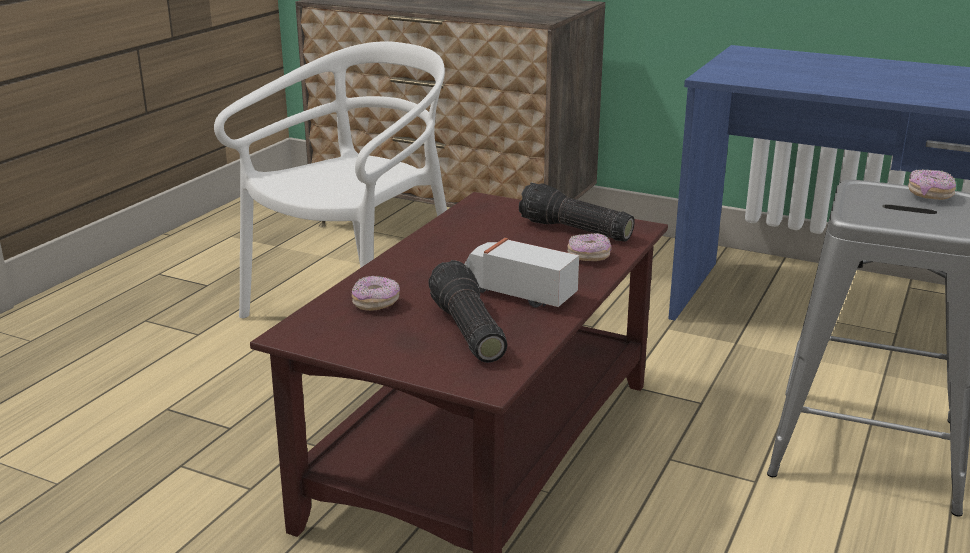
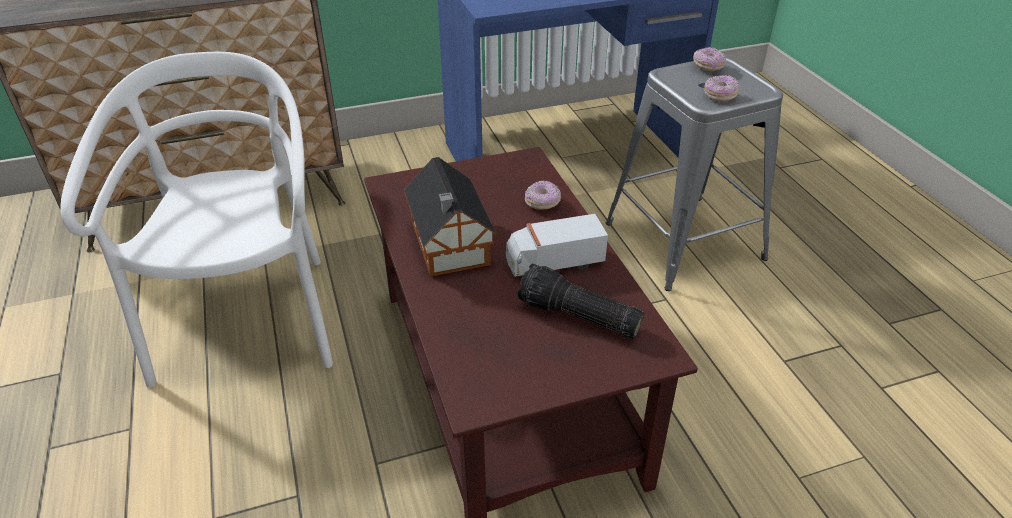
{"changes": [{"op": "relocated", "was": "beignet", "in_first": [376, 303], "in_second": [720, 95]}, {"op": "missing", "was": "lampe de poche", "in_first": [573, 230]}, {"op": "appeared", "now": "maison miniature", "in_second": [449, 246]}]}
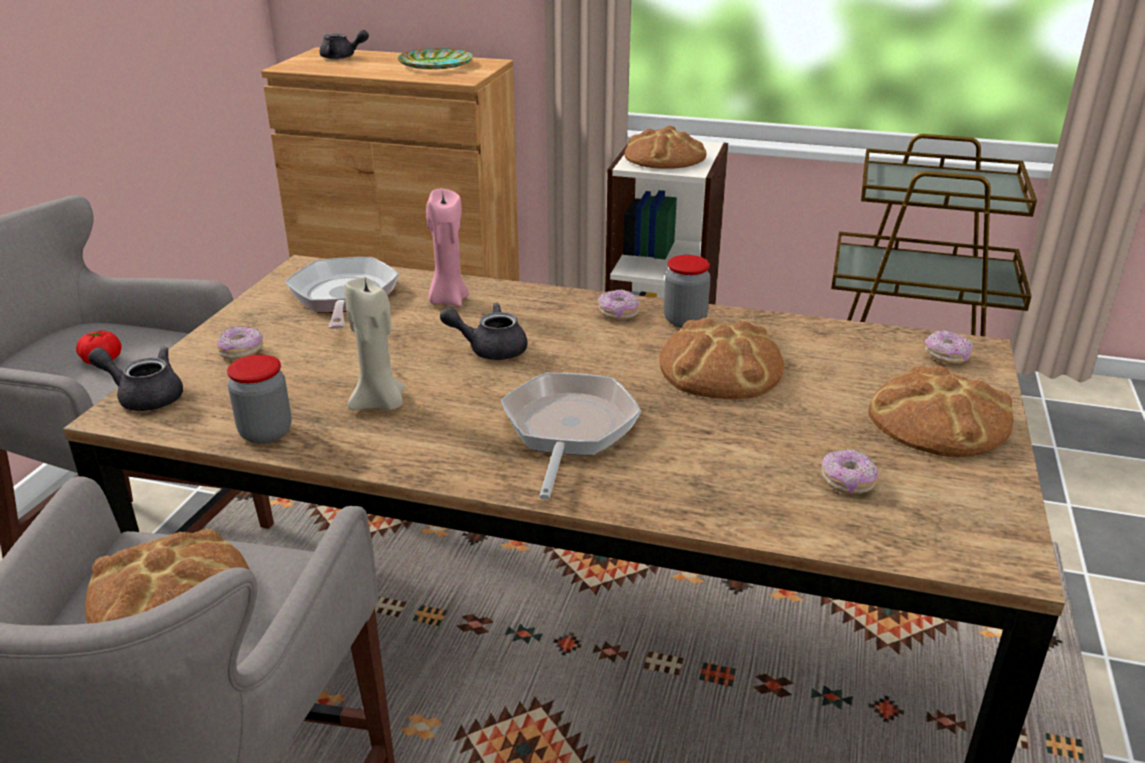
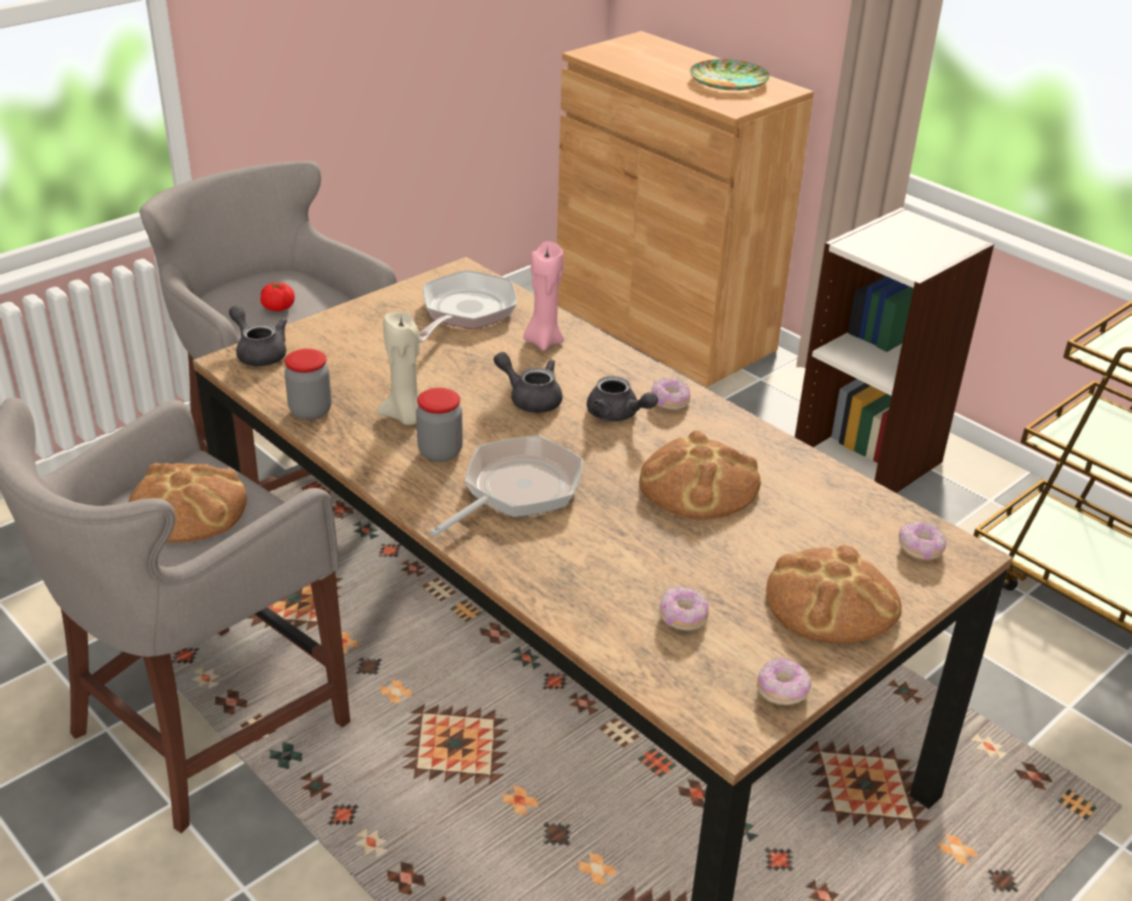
{"changes": [{"op": "relocated", "was": "beignet", "in_first": [242, 352], "in_second": [782, 691]}, {"op": "relocated", "was": "théière/gris", "in_first": [342, 57], "in_second": [617, 415]}, {"op": "missing", "was": "pain", "in_first": [664, 157]}, {"op": "relocated", "was": "bocal", "in_first": [685, 320], "in_second": [440, 452]}]}
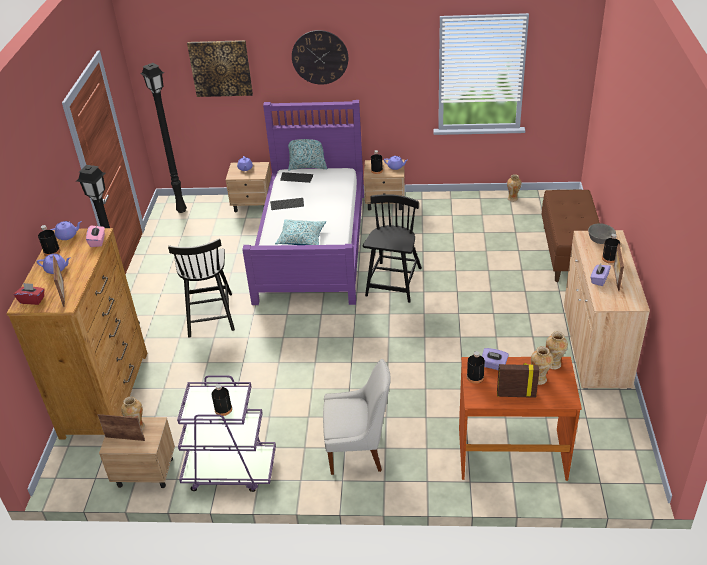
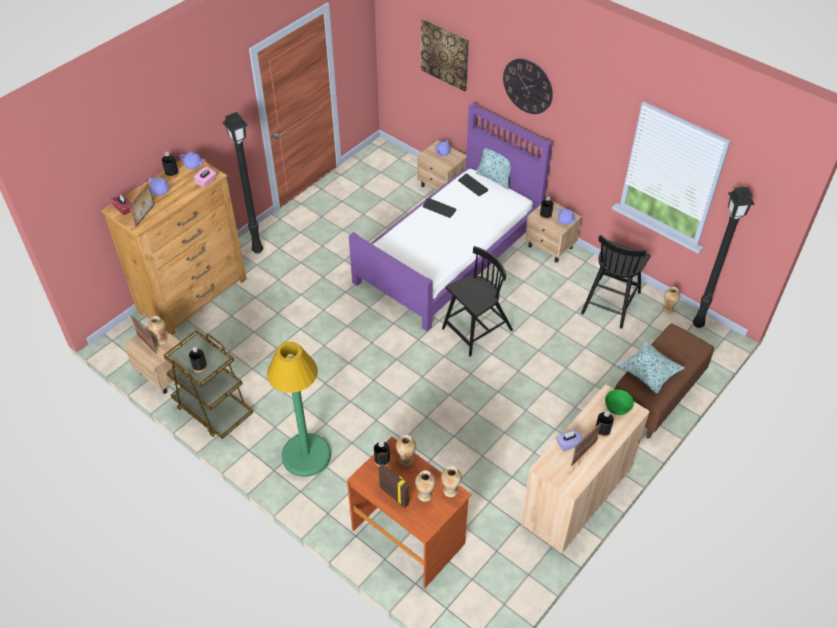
{"changes": [{"op": "relocated", "was": "lampadaire/noir", "in_first": [182, 210], "in_second": [699, 324]}, {"op": "relocated", "was": "chaise/noir", "in_first": [210, 314], "in_second": [611, 302]}, {"op": "colour", "was": "chariot/violet", "now": "chariot/marron", "in_first": [229, 470], "in_second": [213, 410]}, {"op": "relocated", "was": "coussin", "in_first": [301, 238], "in_second": [650, 371]}, {"op": "exchanged", "was": "chaise/blanc", "now": "lampadaire/vert", "in_first": [358, 451], "in_second": [306, 455]}, {"op": "exchanged", "was": "boîte à mouchoirs/violet", "now": "vase", "in_first": [493, 365], "in_second": [406, 460]}, {"op": "colour", "was": "bol/gris", "now": "bol/vert", "in_first": [600, 239], "in_second": [617, 407]}]}
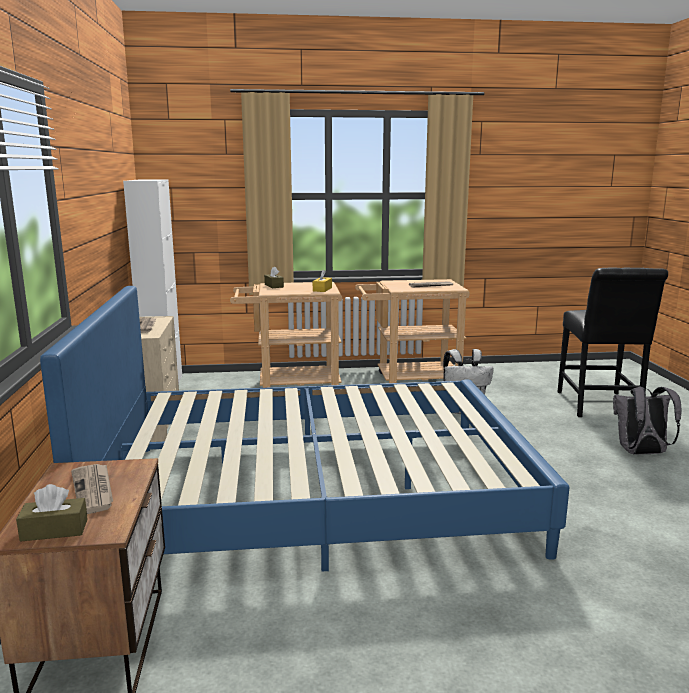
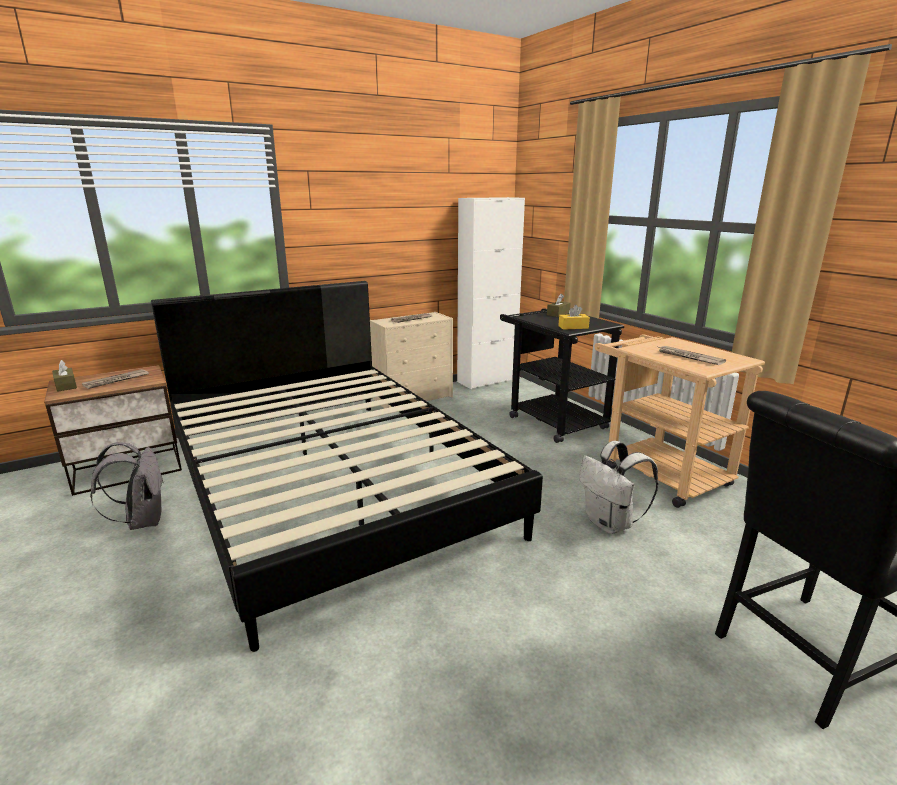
{"changes": [{"op": "colour", "was": "lit/bleu", "now": "lit/noir", "in_first": [314, 494], "in_second": [332, 486]}, {"op": "colour", "was": "chariot/beige", "now": "chariot/noir", "in_first": [290, 386], "in_second": [551, 420]}, {"op": "relocated", "was": "sac à dos/gris", "in_first": [641, 453], "in_second": [142, 521]}]}
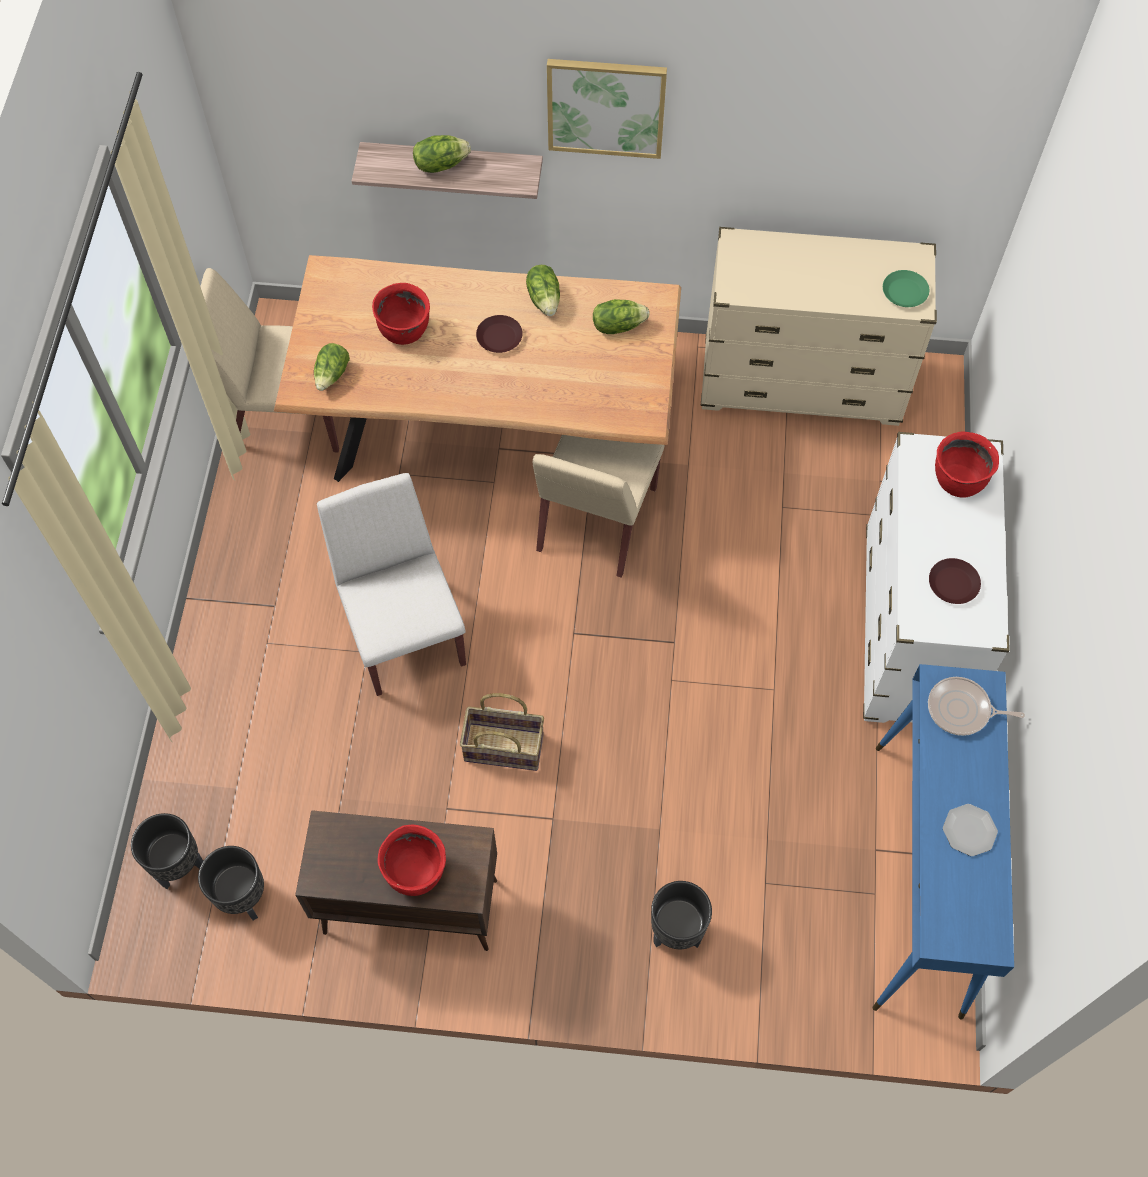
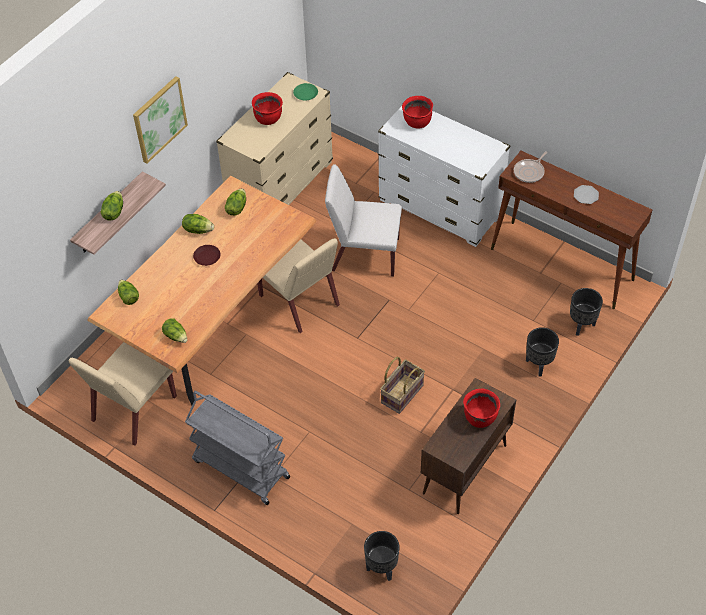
{"changes": [{"op": "relocated", "was": "cache-pot/noir", "in_first": [243, 898], "in_second": [581, 326]}, {"op": "relocated", "was": "chaise/blanc", "in_first": [403, 630], "in_second": [364, 254]}, {"op": "relocated", "was": "marmite/rouge", "in_first": [405, 331], "in_second": [268, 118]}, {"op": "colour", "was": "table console/bleu", "now": "table console/marron", "in_first": [918, 878], "in_second": [562, 264]}, {"op": "missing", "was": "assiette/marron", "in_first": [953, 584]}, {"op": "appeared", "now": "laitue", "in_second": [128, 297]}, {"op": "appeared", "now": "chariot/gris", "in_second": [240, 469]}]}
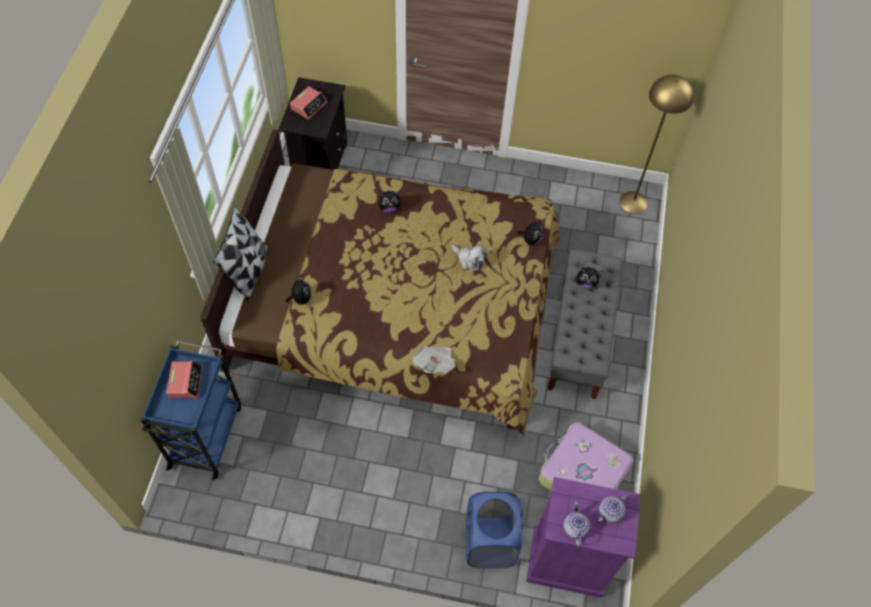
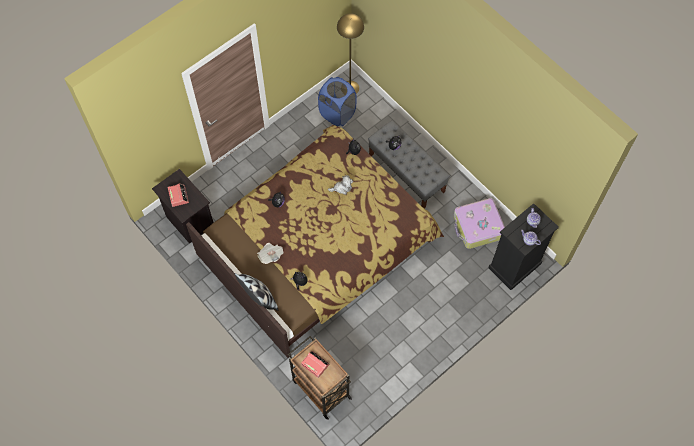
{"changes": [{"op": "colour", "was": "chariot/bleu", "now": "chariot/marron", "in_first": [206, 434], "in_second": [320, 388]}, {"op": "relocated", "was": "journal", "in_first": [435, 364], "in_second": [270, 255]}, {"op": "relocated", "was": "panier à linge/bleu", "in_first": [489, 543], "in_second": [337, 113]}, {"op": "colour", "was": "commode/violet", "now": "commode/noir", "in_first": [566, 562], "in_second": [514, 266]}]}
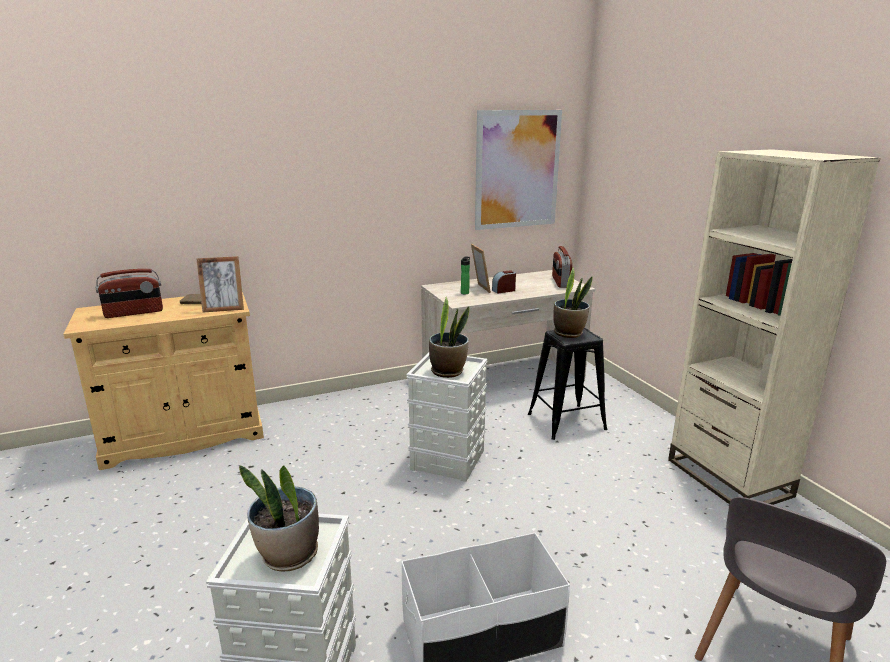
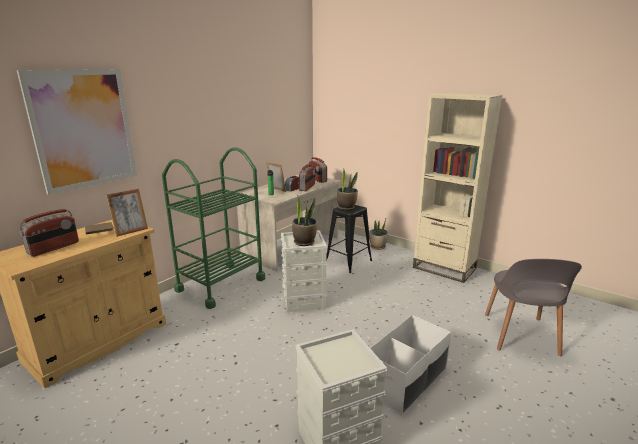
{"changes": [{"op": "relocated", "was": "plante en pot", "in_first": [289, 555], "in_second": [377, 247]}, {"op": "relocated", "was": "tableau", "in_first": [517, 170], "in_second": [83, 129]}, {"op": "appeared", "now": "chariot/vert", "in_second": [221, 284]}, {"op": "appeared", "now": "radio", "in_second": [307, 187]}]}
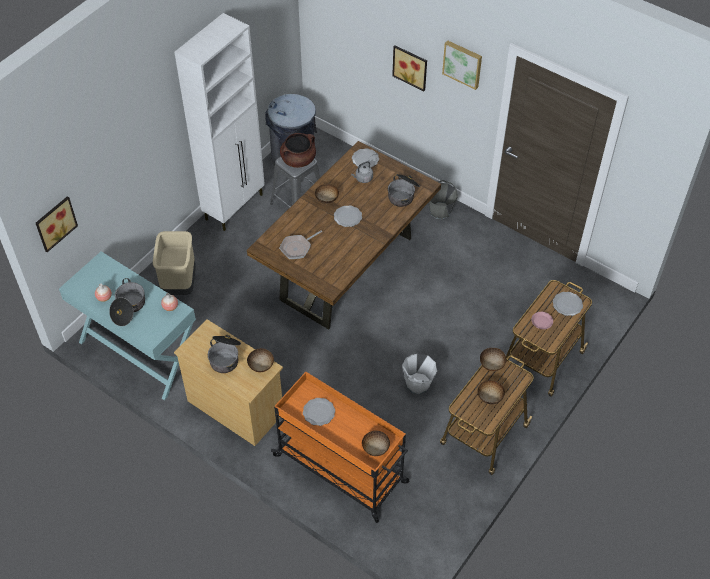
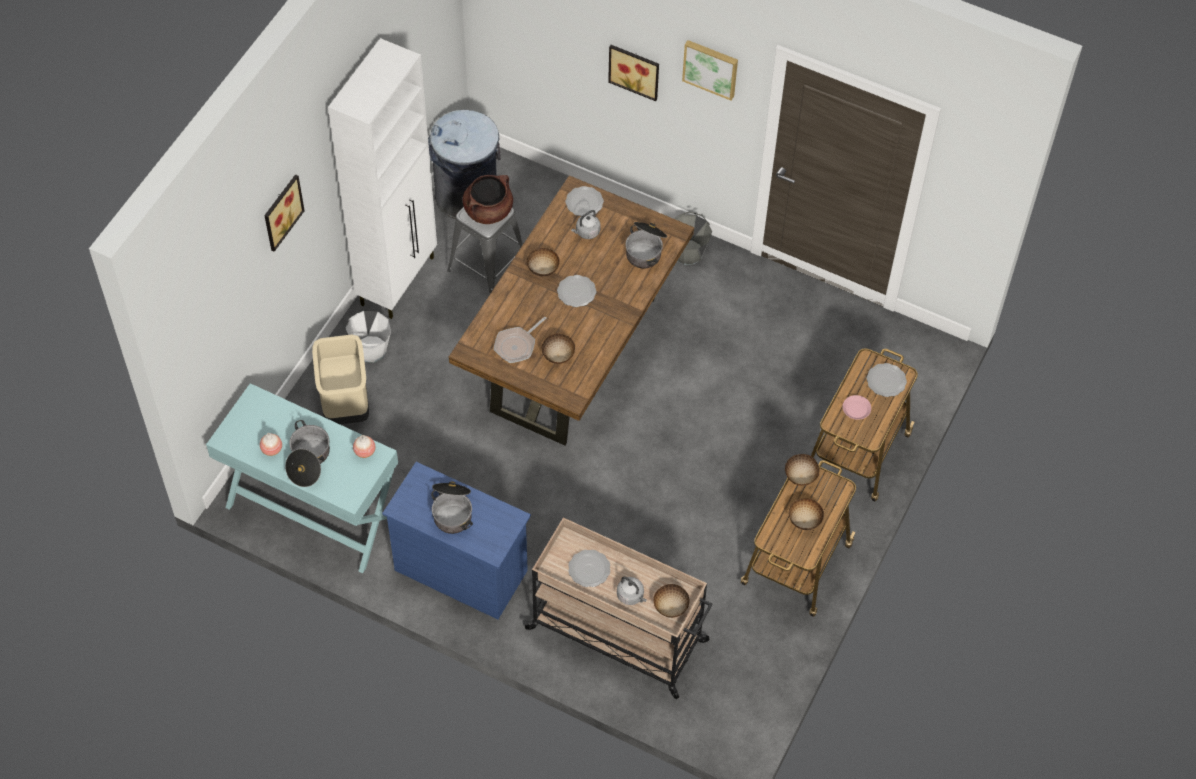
{"changes": [{"op": "relocated", "was": "tableau", "in_first": [54, 223], "in_second": [281, 211]}, {"op": "colour", "was": "commode/beige", "now": "commode/bleu", "in_first": [235, 407], "in_second": [460, 570]}, {"op": "relocated", "was": "bol", "in_first": [261, 366], "in_second": [558, 356]}, {"op": "colour", "was": "chariot/orange", "now": "chariot/beige", "in_first": [342, 469], "in_second": [619, 635]}, {"op": "relocated", "was": "seau/blanc", "in_first": [417, 384], "in_second": [370, 349]}, {"op": "appeared", "now": "bouilloire/gris", "in_second": [631, 596]}]}
